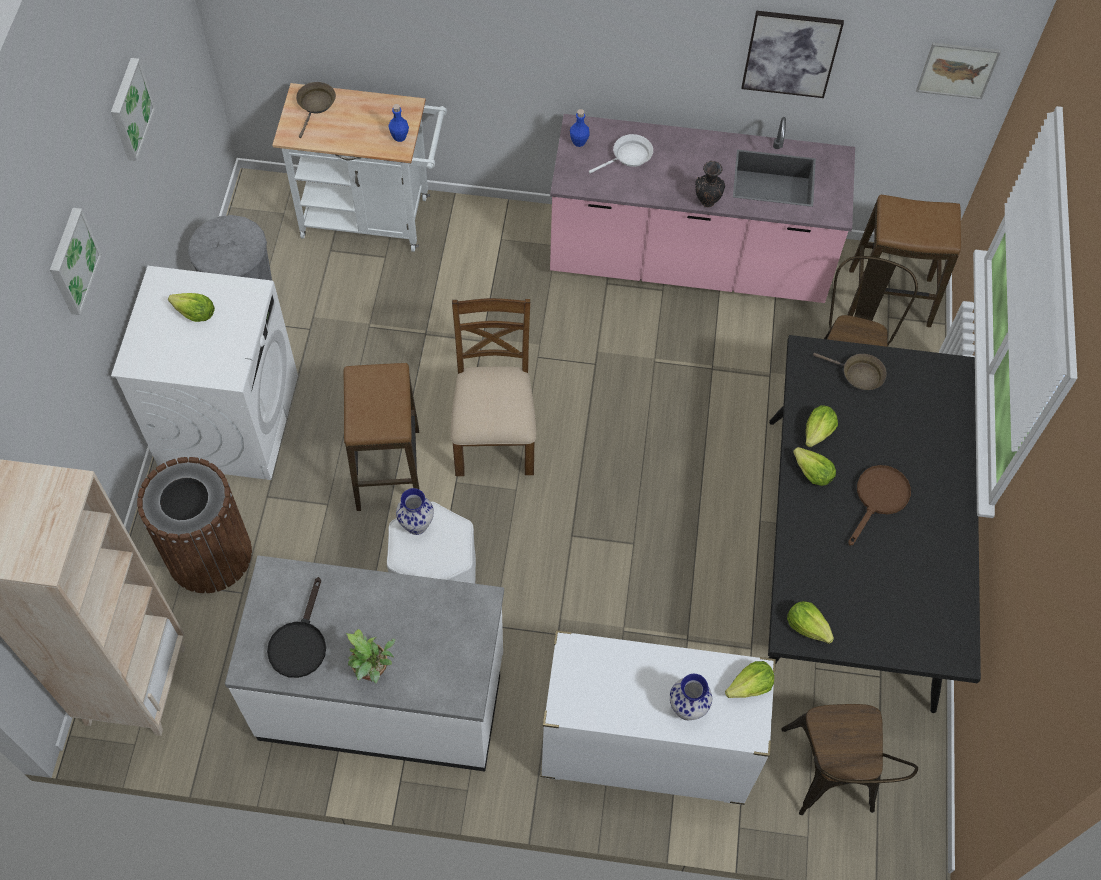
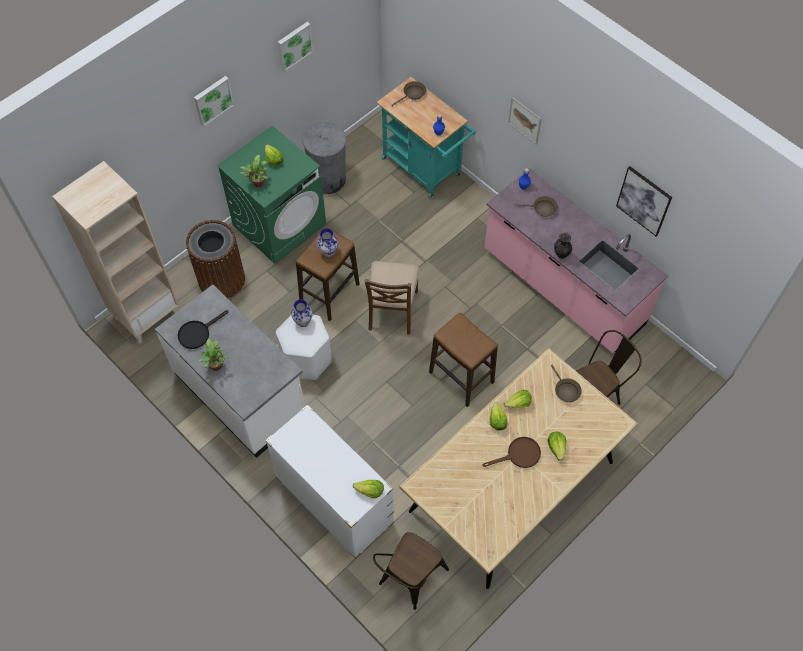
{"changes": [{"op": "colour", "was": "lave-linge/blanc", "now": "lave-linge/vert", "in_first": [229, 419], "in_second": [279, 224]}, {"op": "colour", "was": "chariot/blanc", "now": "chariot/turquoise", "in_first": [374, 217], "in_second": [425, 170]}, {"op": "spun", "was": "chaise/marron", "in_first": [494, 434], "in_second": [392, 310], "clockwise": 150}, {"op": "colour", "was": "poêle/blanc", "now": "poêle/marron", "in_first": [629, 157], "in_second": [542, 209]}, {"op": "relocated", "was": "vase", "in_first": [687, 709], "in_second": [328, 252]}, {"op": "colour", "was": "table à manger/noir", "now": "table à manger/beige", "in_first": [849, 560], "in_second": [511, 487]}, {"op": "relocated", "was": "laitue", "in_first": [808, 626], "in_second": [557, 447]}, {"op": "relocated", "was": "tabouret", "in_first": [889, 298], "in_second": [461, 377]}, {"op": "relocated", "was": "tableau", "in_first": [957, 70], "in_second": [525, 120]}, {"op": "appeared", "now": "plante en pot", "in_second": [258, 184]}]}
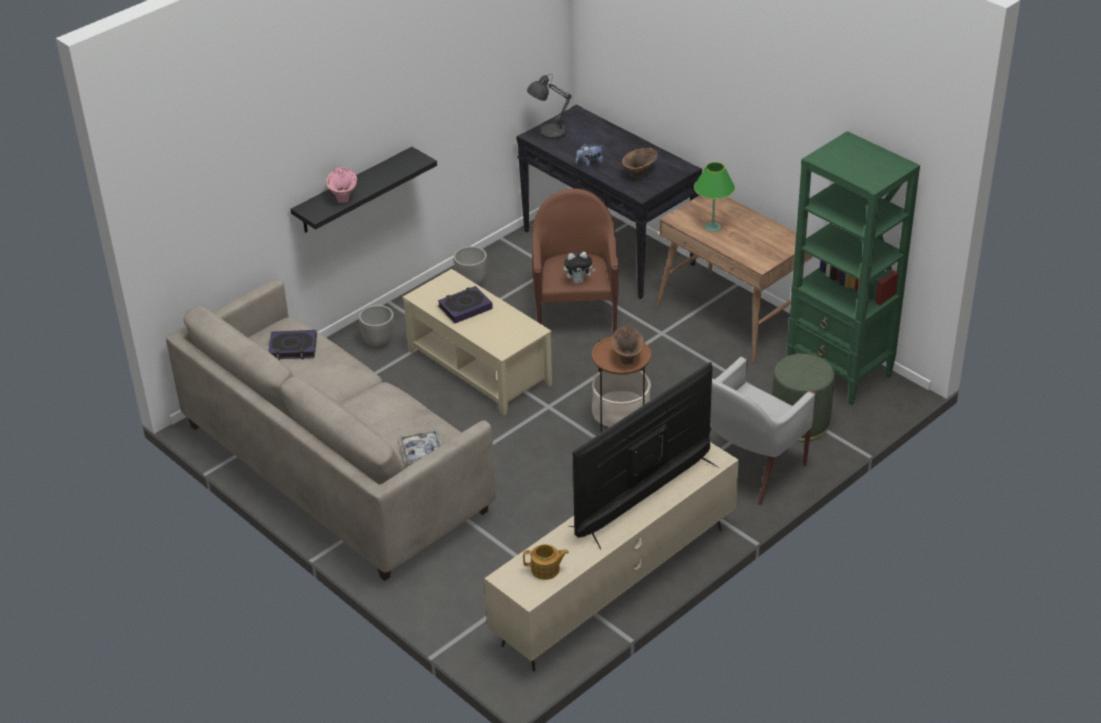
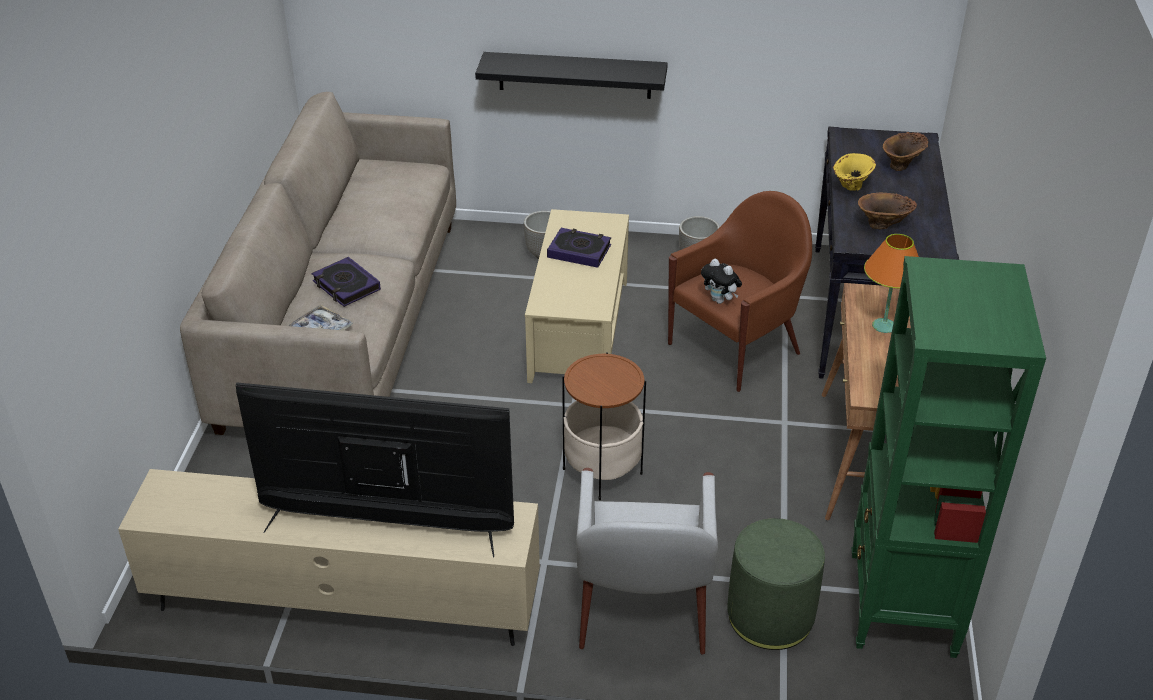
{"changes": [{"op": "relocated", "was": "livre", "in_first": [293, 348], "in_second": [346, 286]}, {"op": "missing", "was": "vase/rose", "in_first": [344, 197]}, {"op": "missing", "was": "théière", "in_first": [546, 569]}, {"op": "missing", "was": "lampe de table/gris", "in_first": [549, 133]}, {"op": "exchanged", "was": "peluche", "now": "vase/jaune", "in_first": [589, 164], "in_second": [850, 188]}, {"op": "relocated", "was": "vase/marron", "in_first": [627, 357], "in_second": [902, 166]}, {"op": "colour", "was": "lampe de table/vert", "now": "lampe de table/orange", "in_first": [713, 227], "in_second": [884, 326]}, {"op": "spun", "was": "fauteuil/blanc", "in_first": [747, 467], "in_second": [642, 610], "clockwise": -90}]}
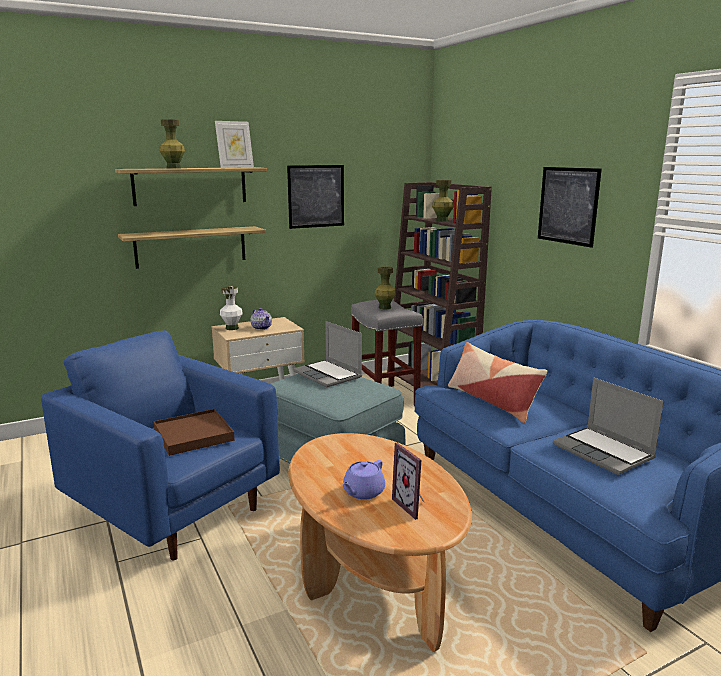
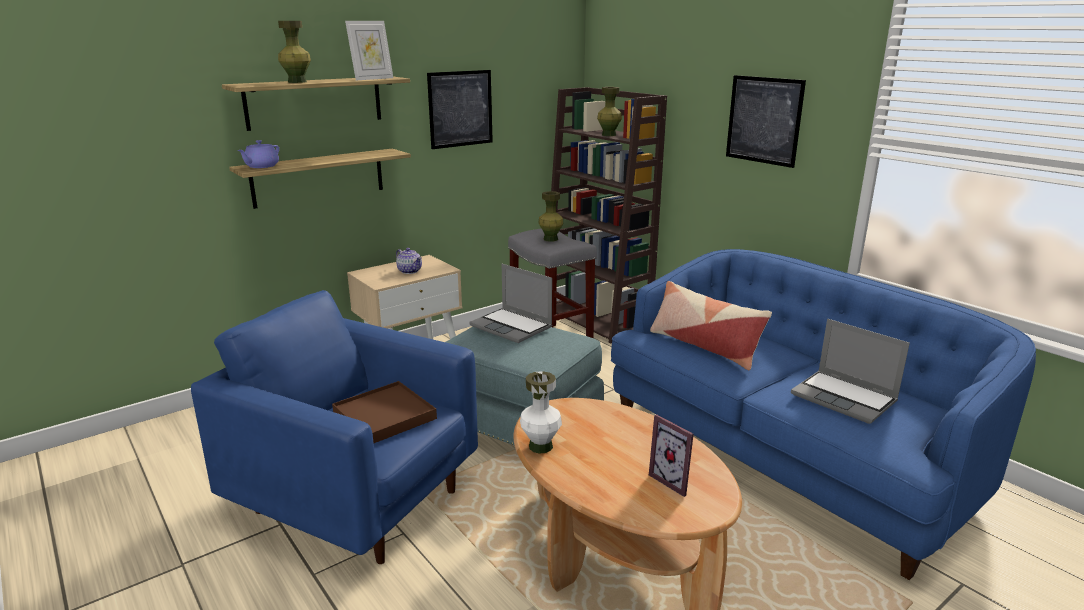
{"changes": [{"op": "relocated", "was": "vase/blanc", "in_first": [231, 328], "in_second": [540, 446]}, {"op": "relocated", "was": "théière/violet", "in_first": [363, 492], "in_second": [261, 166]}]}
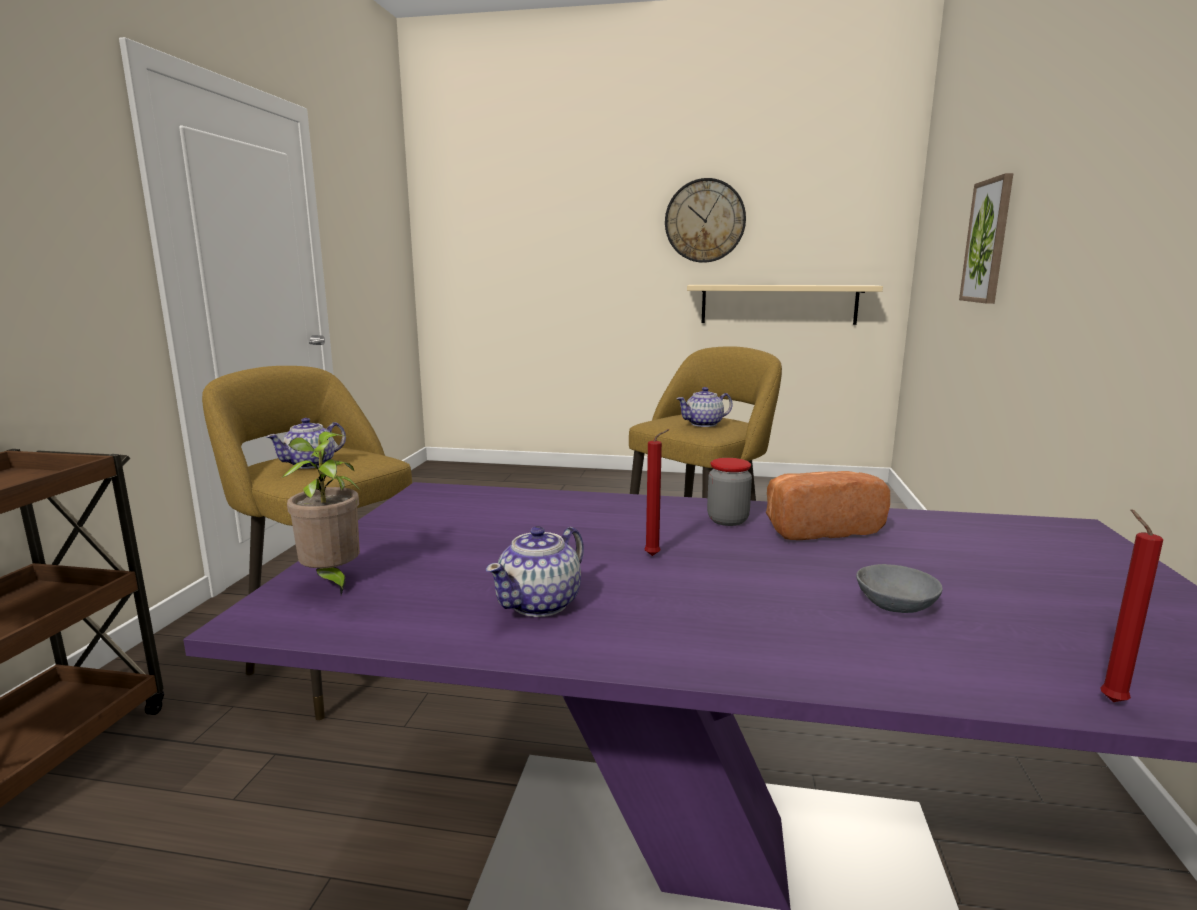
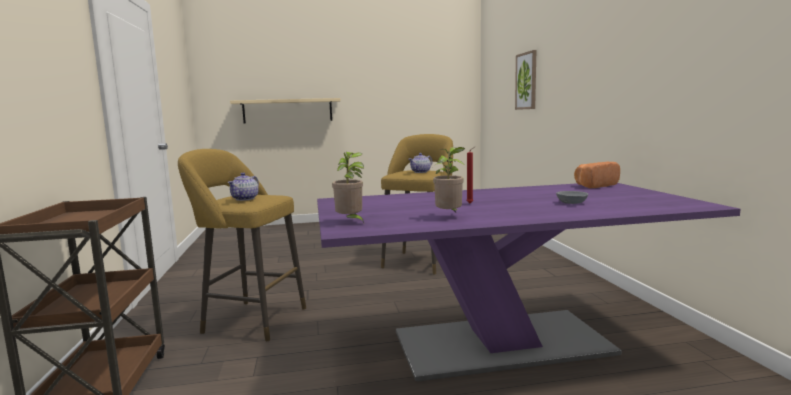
{"changes": [{"op": "exchanged", "was": "théière", "now": "plante en pot", "in_first": [541, 603], "in_second": [449, 216]}, {"op": "missing", "was": "horloge murale", "in_first": [705, 221]}, {"op": "relocated", "was": "étagère/beige", "in_first": [778, 304], "in_second": [287, 111]}, {"op": "missing", "was": "bocal", "in_first": [727, 520]}, {"op": "relocated", "was": "pain", "in_first": [818, 528], "in_second": [594, 185]}, {"op": "missing", "was": "bougie/rouge", "in_first": [1109, 699]}]}
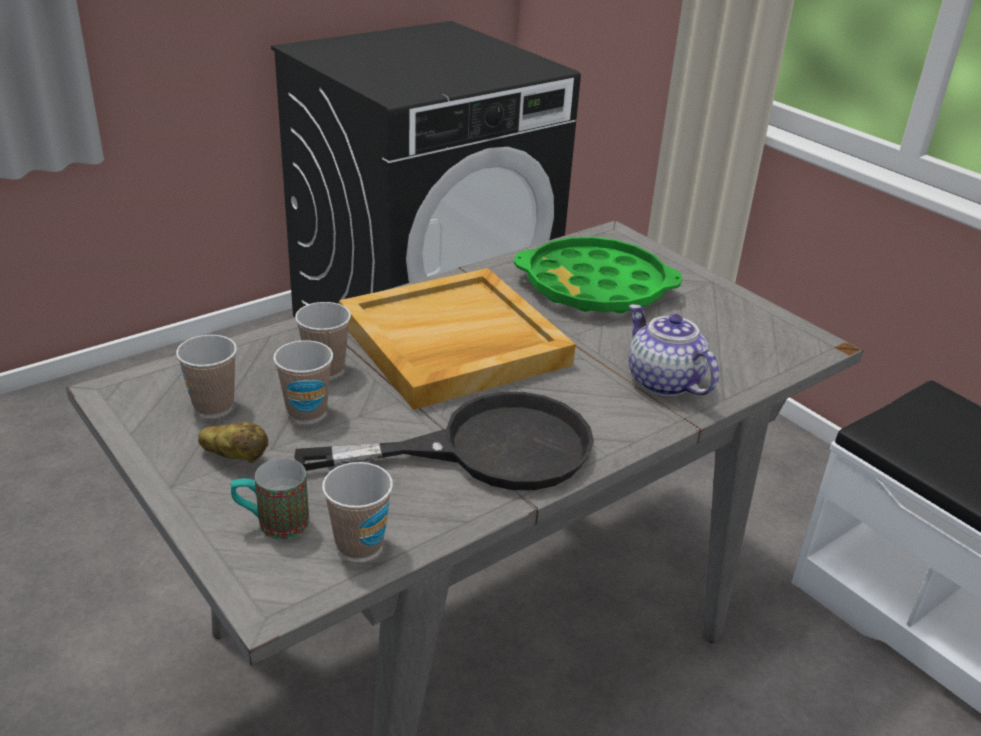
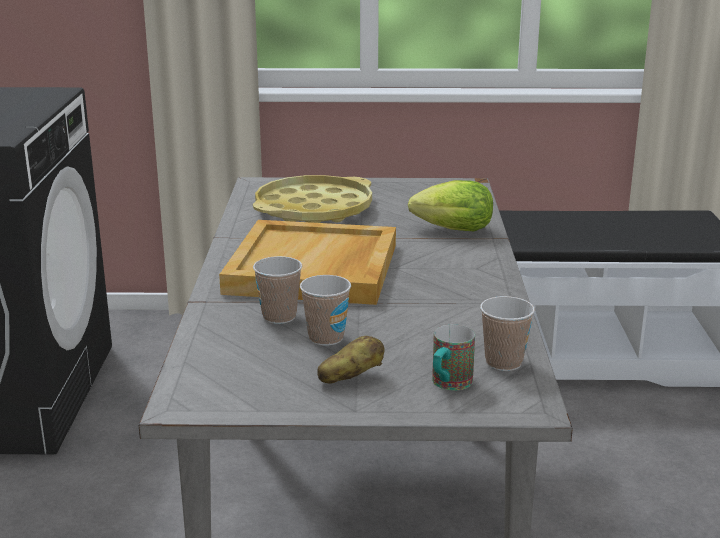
{"changes": [{"op": "missing", "was": "tasse", "in_first": [213, 405]}, {"op": "missing", "was": "poêle/noir", "in_first": [488, 449]}, {"op": "colour", "was": "plateau/vert", "now": "plateau/jaune", "in_first": [595, 287], "in_second": [314, 210]}, {"op": "exchanged", "was": "théière", "now": "laitue", "in_first": [662, 381], "in_second": [449, 230]}]}
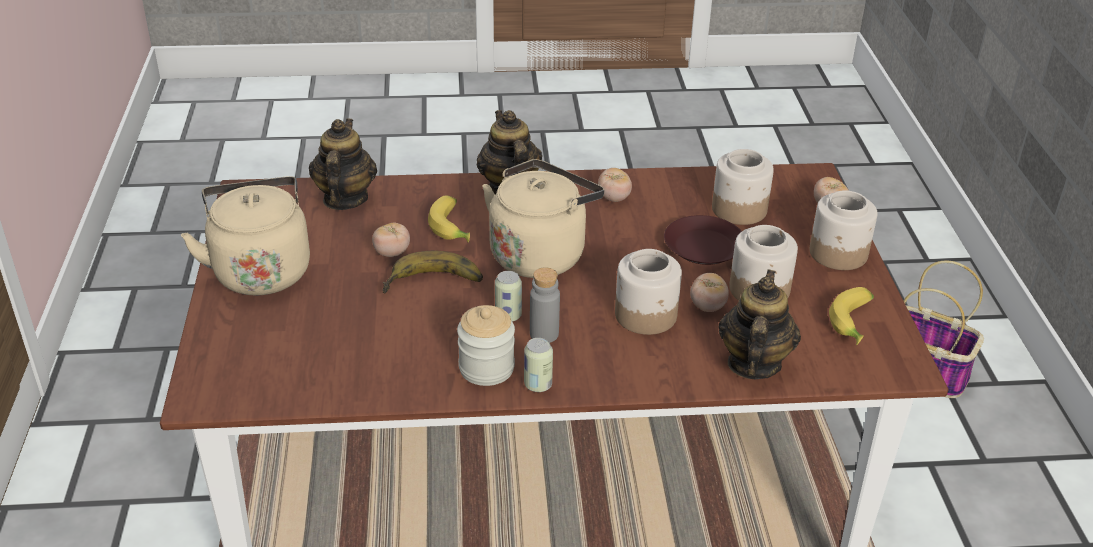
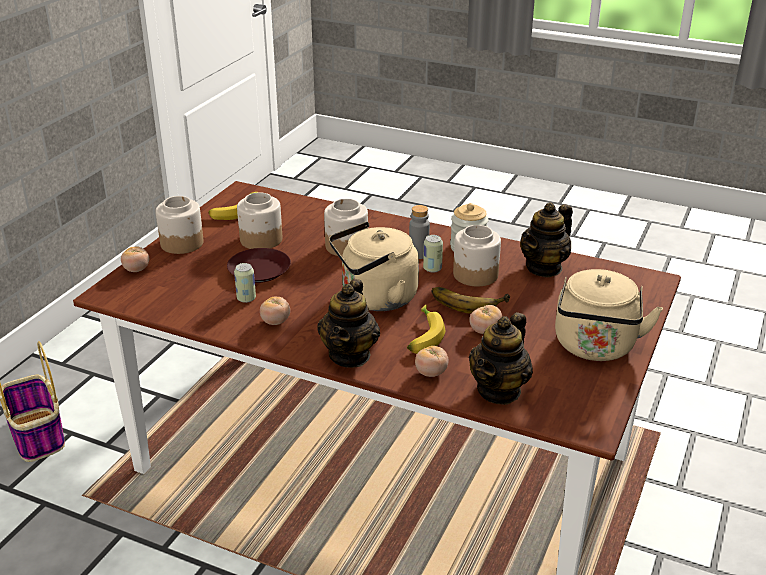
{"changes": [{"op": "relocated", "was": "boîte métallique", "in_first": [538, 385], "in_second": [246, 298]}, {"op": "relocated", "was": "tomate", "in_first": [707, 306], "in_second": [431, 373]}, {"op": "relocated", "was": "bocal", "in_first": [738, 210], "in_second": [476, 275]}, {"op": "relocated", "was": "théière", "in_first": [753, 363], "in_second": [544, 267]}]}
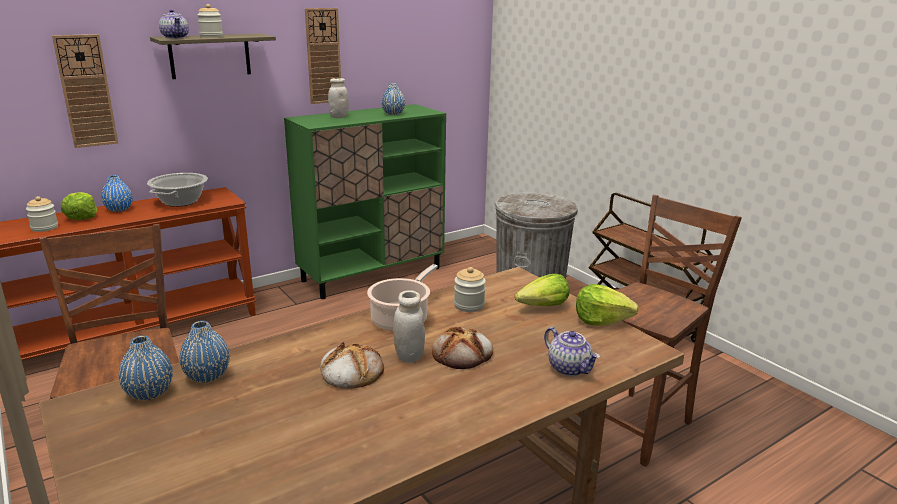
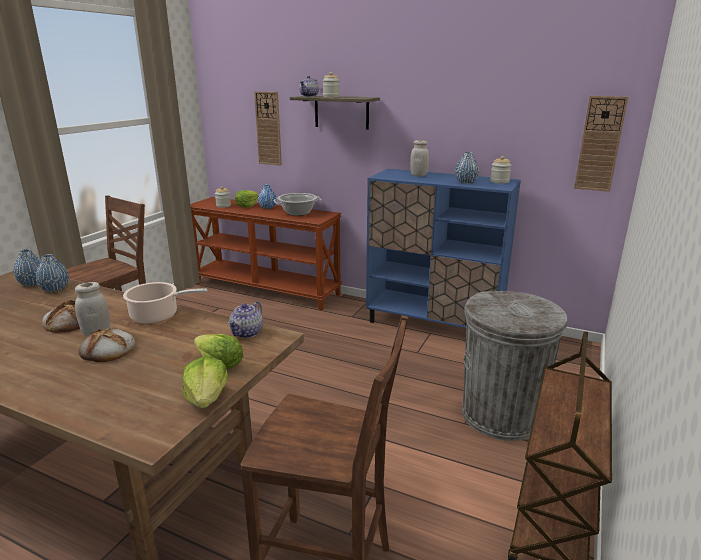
{"changes": [{"op": "colour", "was": "meuble de rangement/vert", "now": "meuble de rangement/bleu", "in_first": [372, 274], "in_second": [434, 324]}, {"op": "relocated", "was": "horloge murale", "in_first": [323, 56], "in_second": [599, 144]}, {"op": "relocated", "was": "bocal", "in_first": [469, 305], "in_second": [499, 181]}, {"op": "relocated", "was": "théière", "in_first": [569, 368], "in_second": [247, 333]}]}
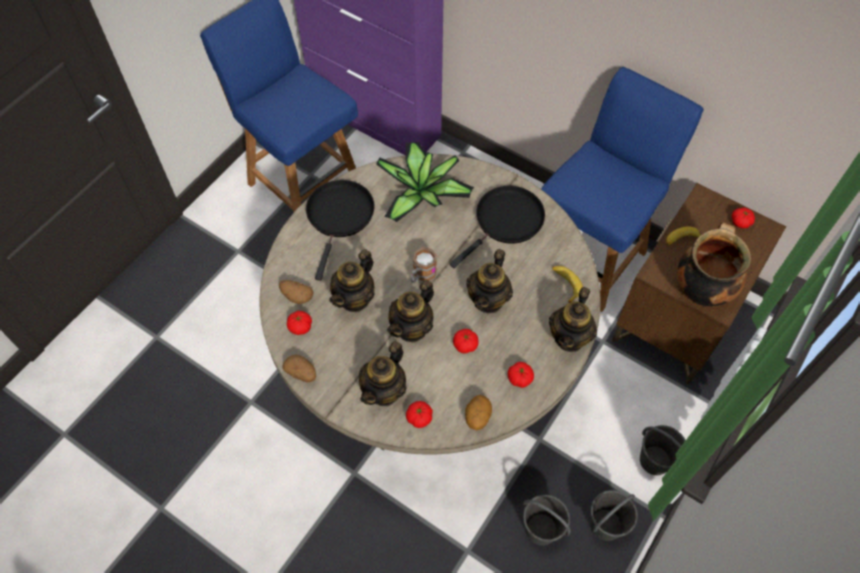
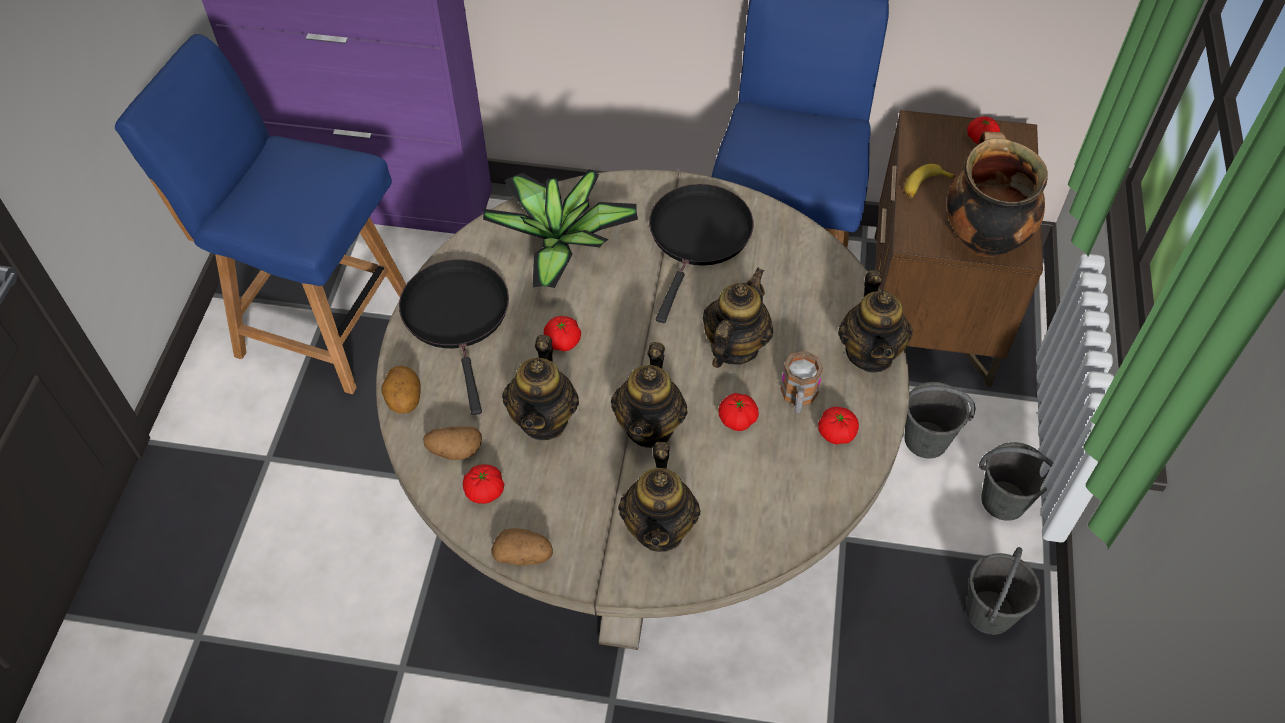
{"changes": [{"op": "relocated", "was": "tomate", "in_first": [419, 418], "in_second": [562, 342]}, {"op": "relocated", "was": "mug", "in_first": [421, 275], "in_second": [798, 397]}, {"op": "relocated", "was": "pomme de terre", "in_first": [477, 417], "in_second": [404, 400]}, {"op": "spun", "was": "théière", "in_first": [488, 299], "in_second": [734, 346], "clockwise": -150}, {"op": "relocated", "was": "seau/gris", "in_first": [541, 529], "in_second": [927, 440]}, {"op": "missing", "was": "banane", "in_first": [565, 284]}]}
